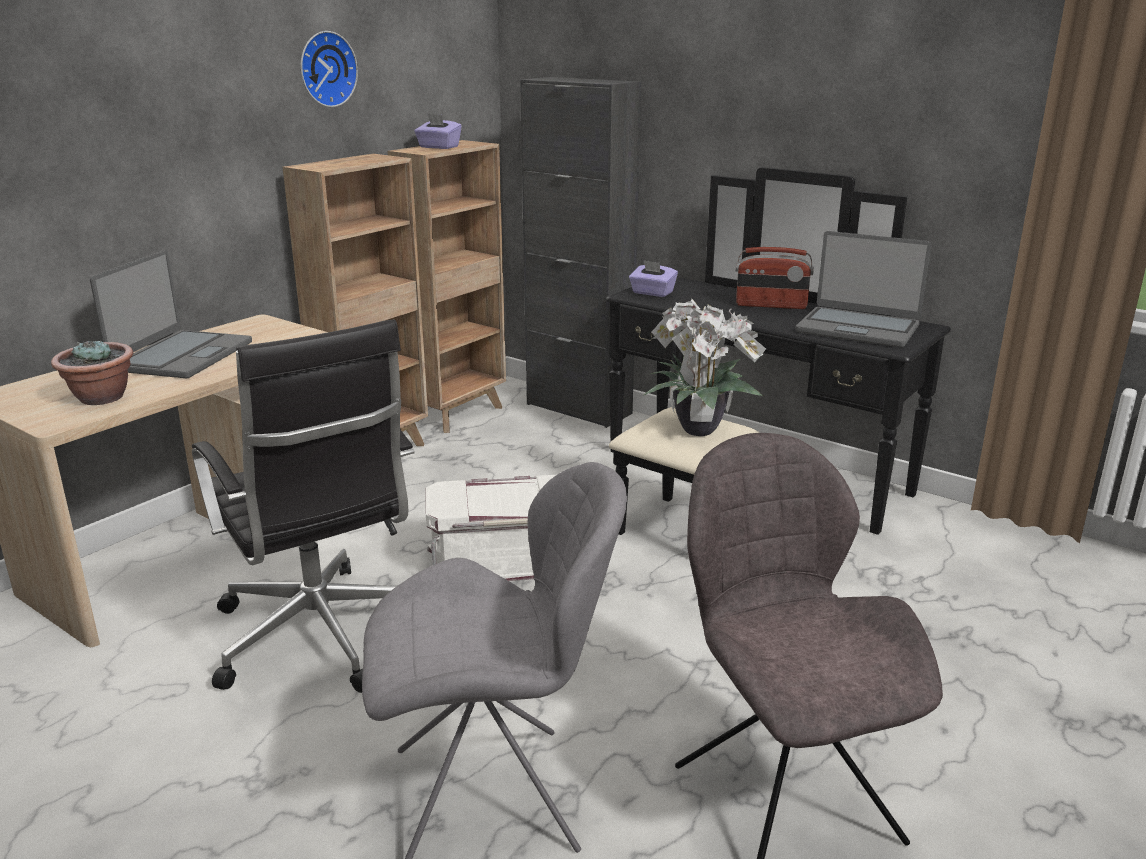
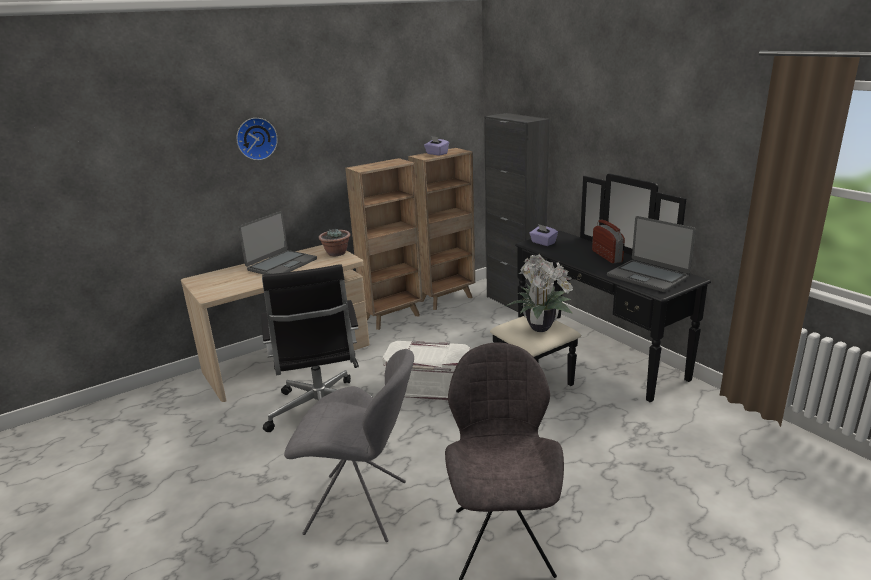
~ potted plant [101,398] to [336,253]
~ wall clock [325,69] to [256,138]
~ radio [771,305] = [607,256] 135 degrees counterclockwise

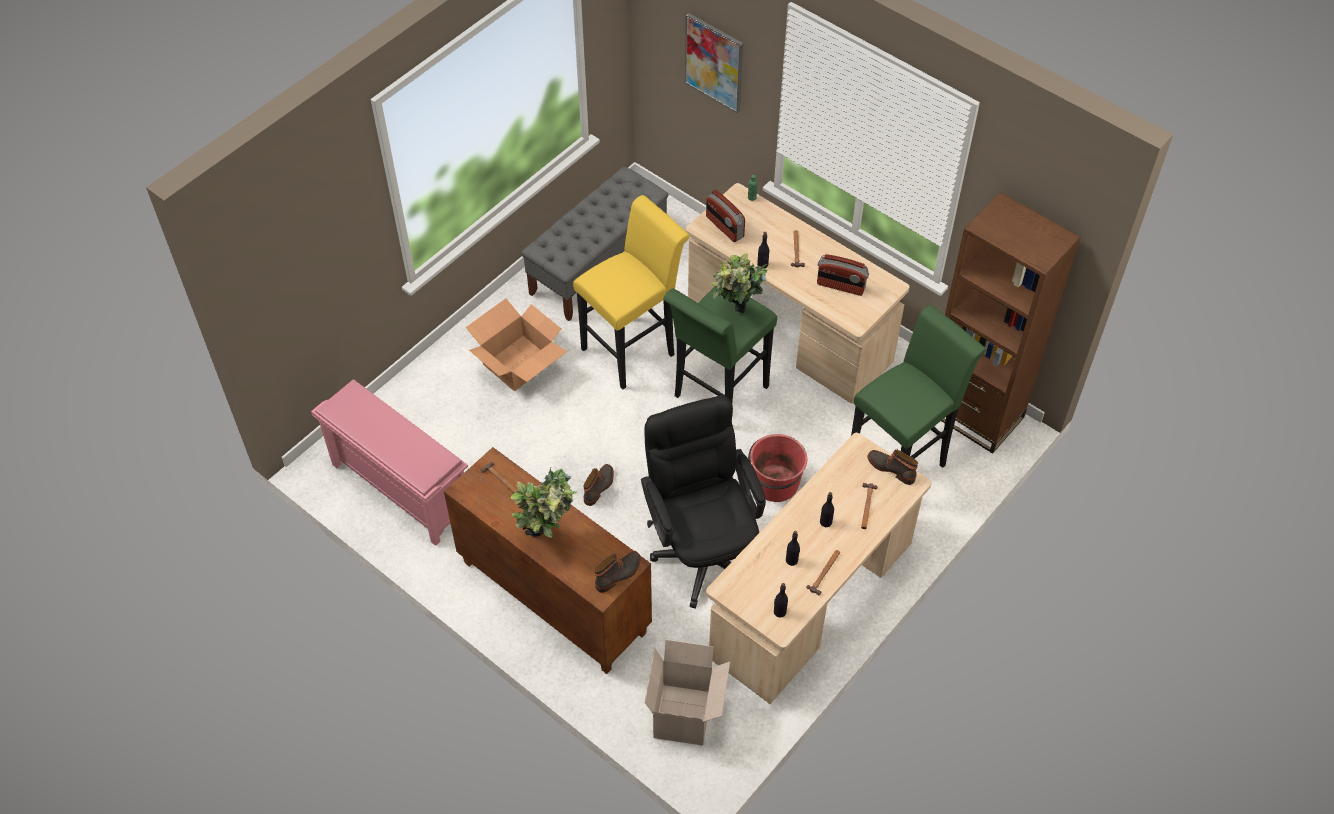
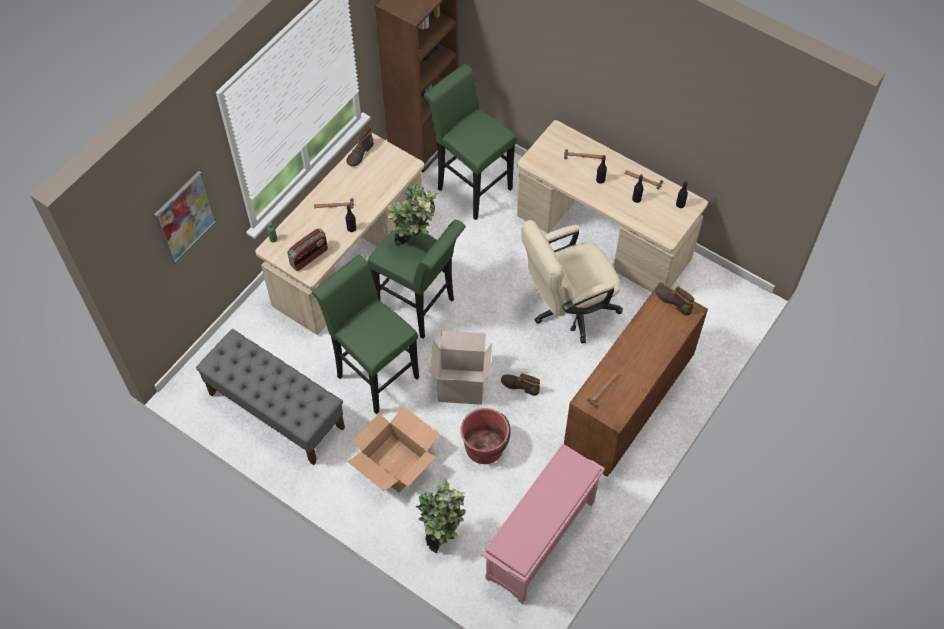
- radio [840,286]
~ potted plant [548,542] to [442,535]
~ cardboard box [684,716] to [462,385]
~ bucket/red [775,484] to [485,447]
~ boot [892,468] to [359,153]
~ stool/yellow [633,348] to stool/green [373,373]
~ office chair/black [702,548] to office chair/beige [567,309]

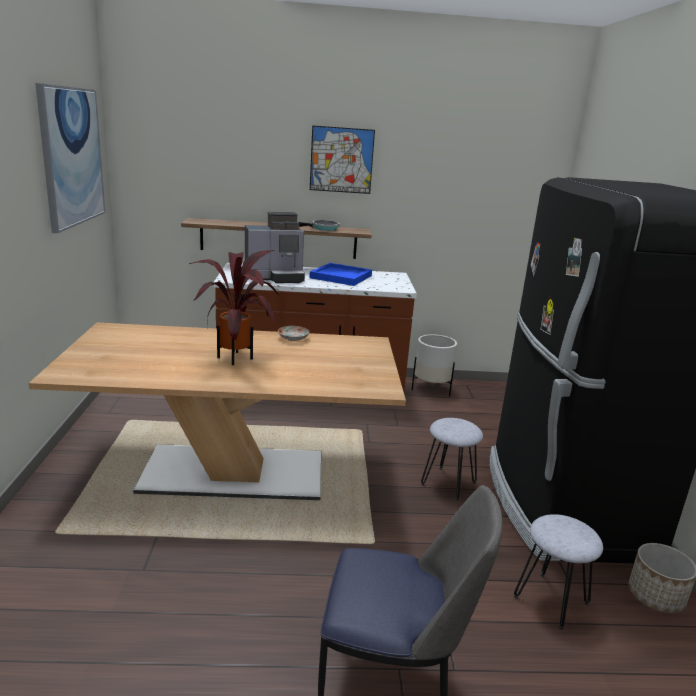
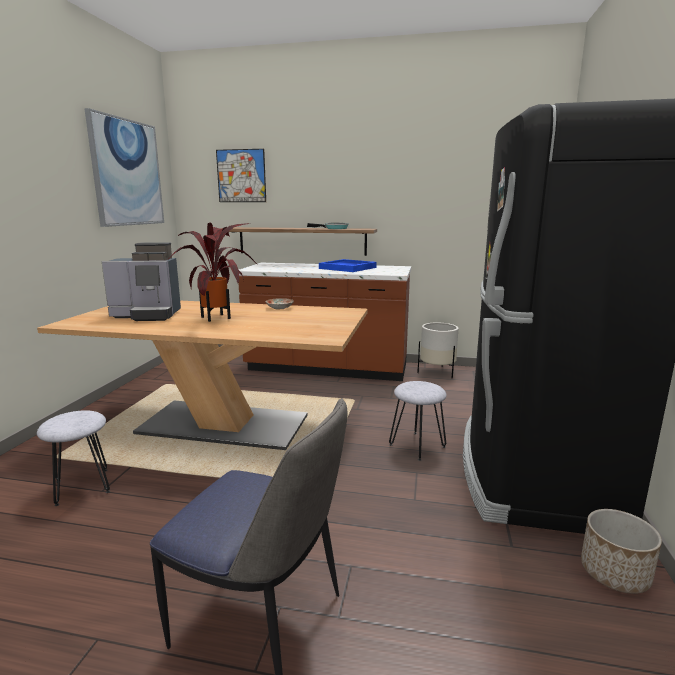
~ coffee machine [276,277] to [148,315]
~ picture [341,160] to [241,176]
~ stool/grey [550,600] to [82,486]

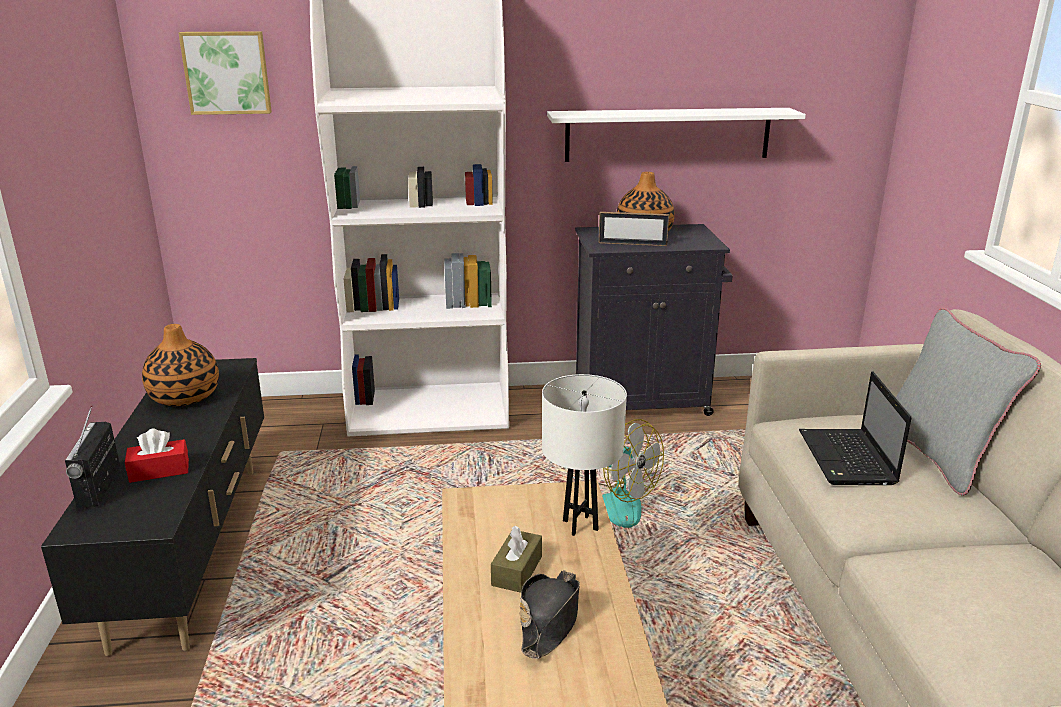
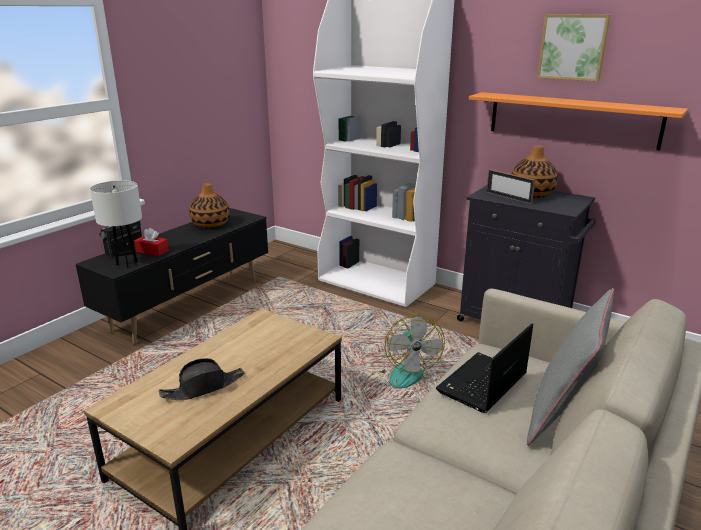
- tissue box/brown [517,571]
~ picture [227,72] to [573,47]
~ table lamp/white [580,525] to [127,263]
~ shelf/white [668,134] to shelf/orange [572,120]

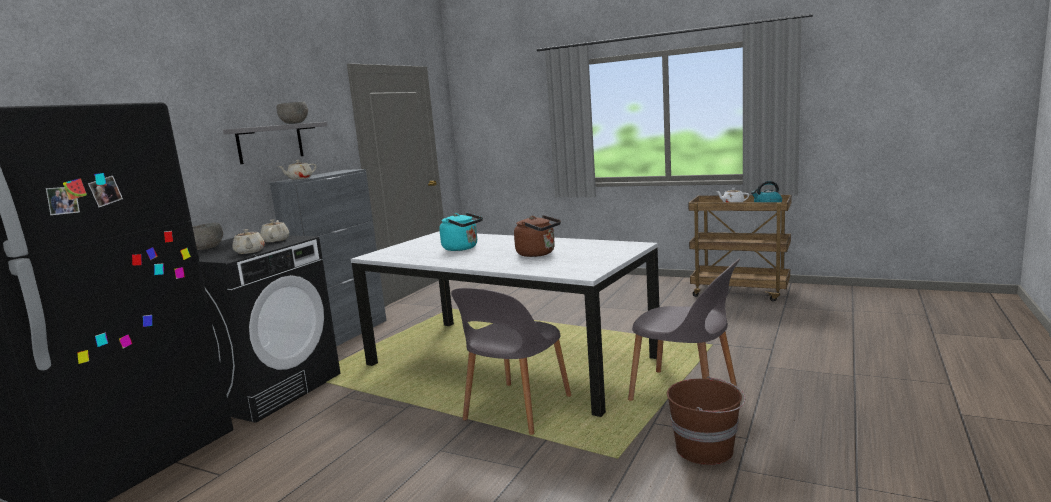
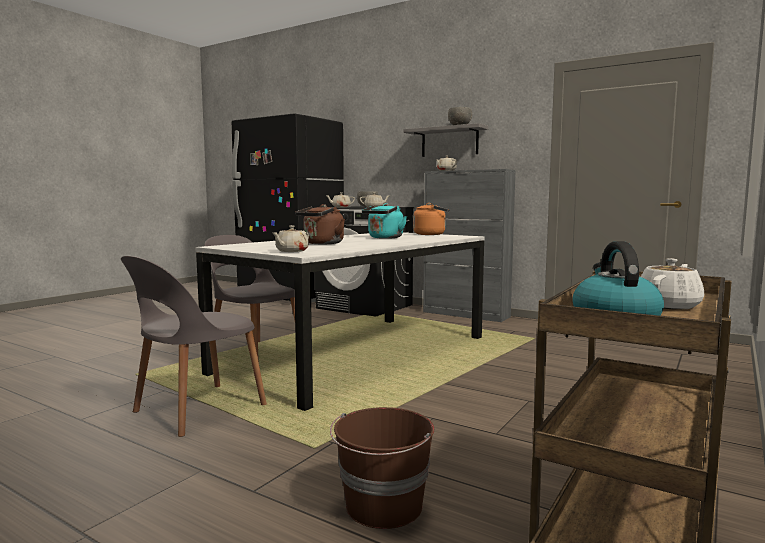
+ teapot/beige [291,251]
+ kettle/orange [431,234]
~ bucket/brown [706,449] to [383,507]

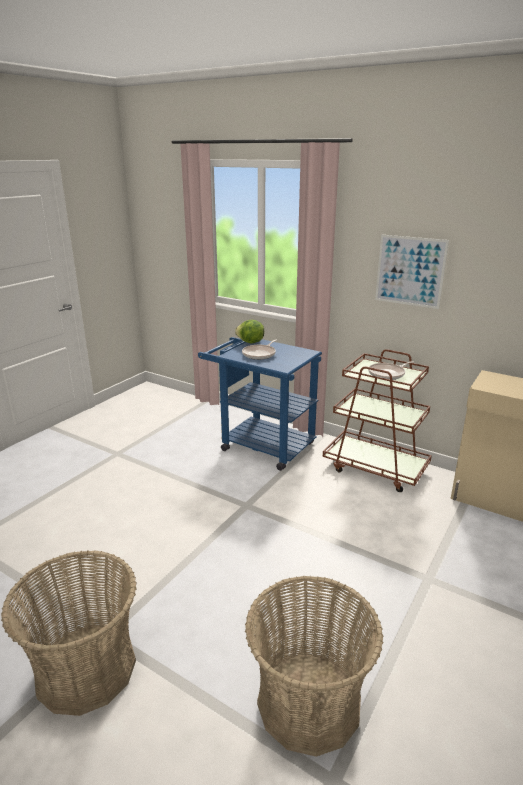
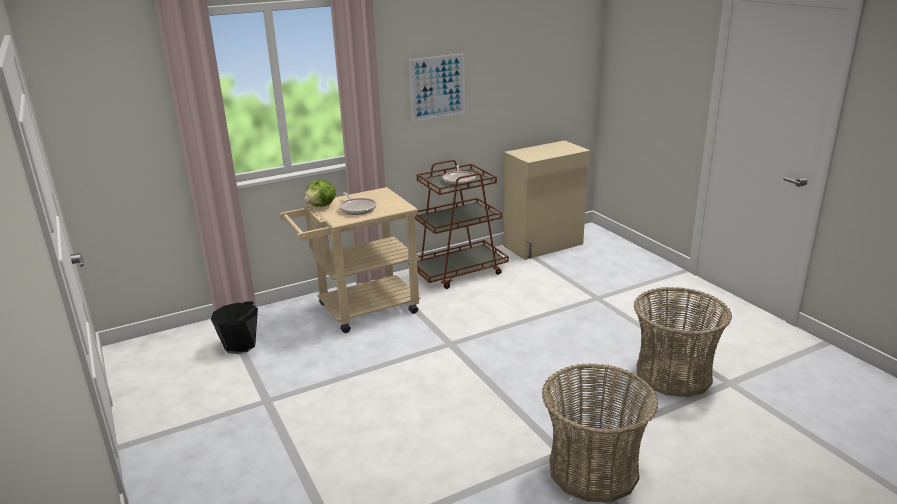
+ bucket/black [240,345]
~ cart/blue [260,444] to cart/beige [359,310]

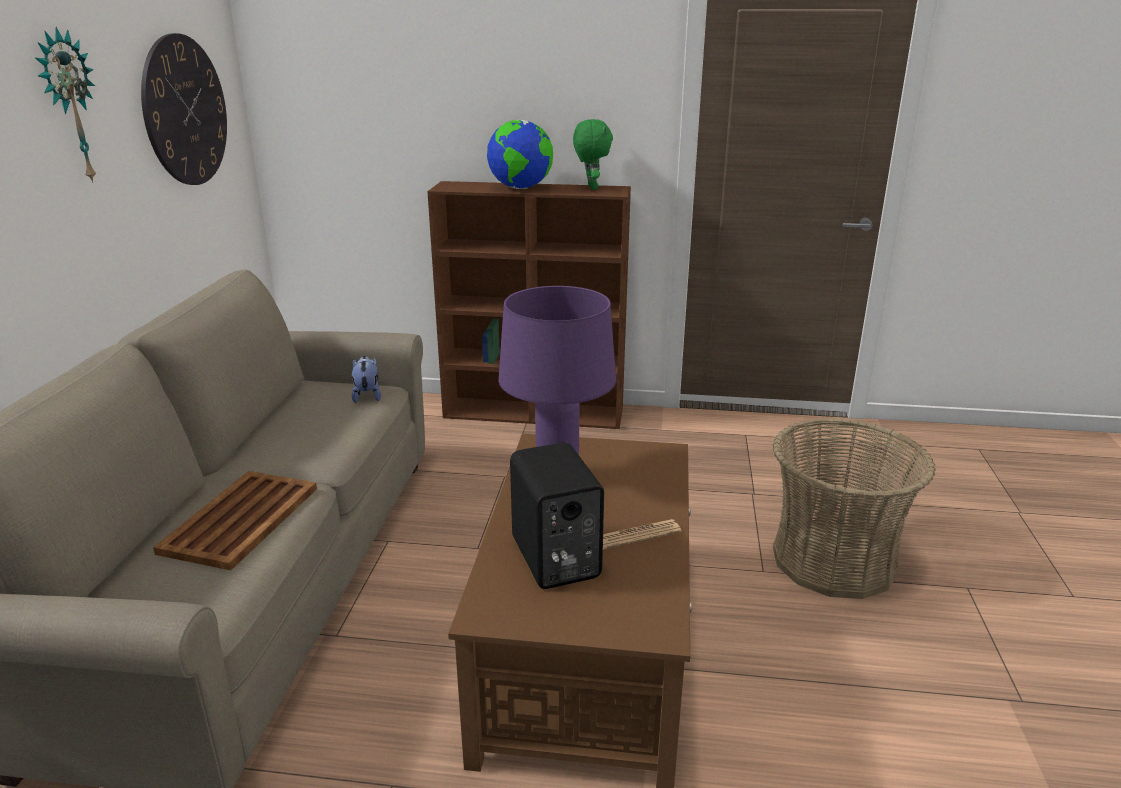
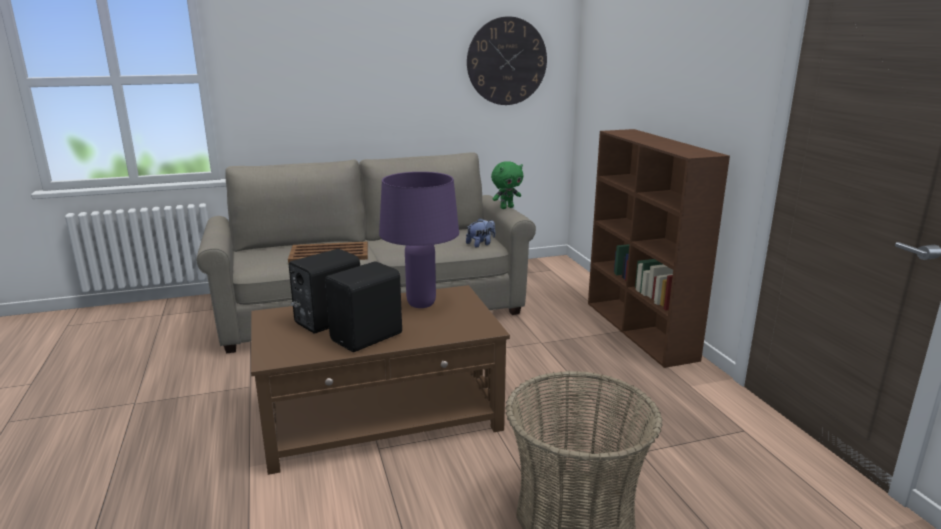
- wall clock [69,107]
- globe [521,188]
~ plush toy/green [591,188] to [506,207]
~ newspaper [637,535] to speaker/black [368,337]

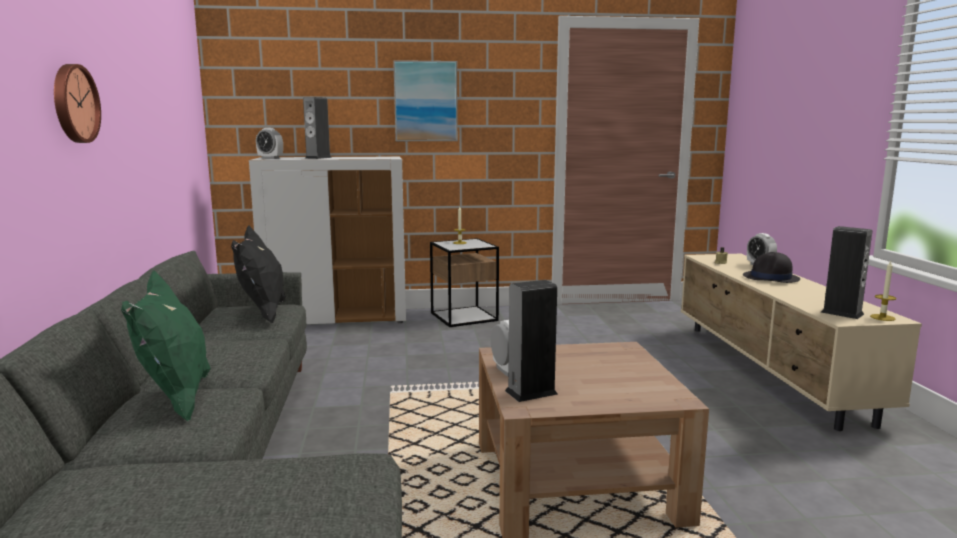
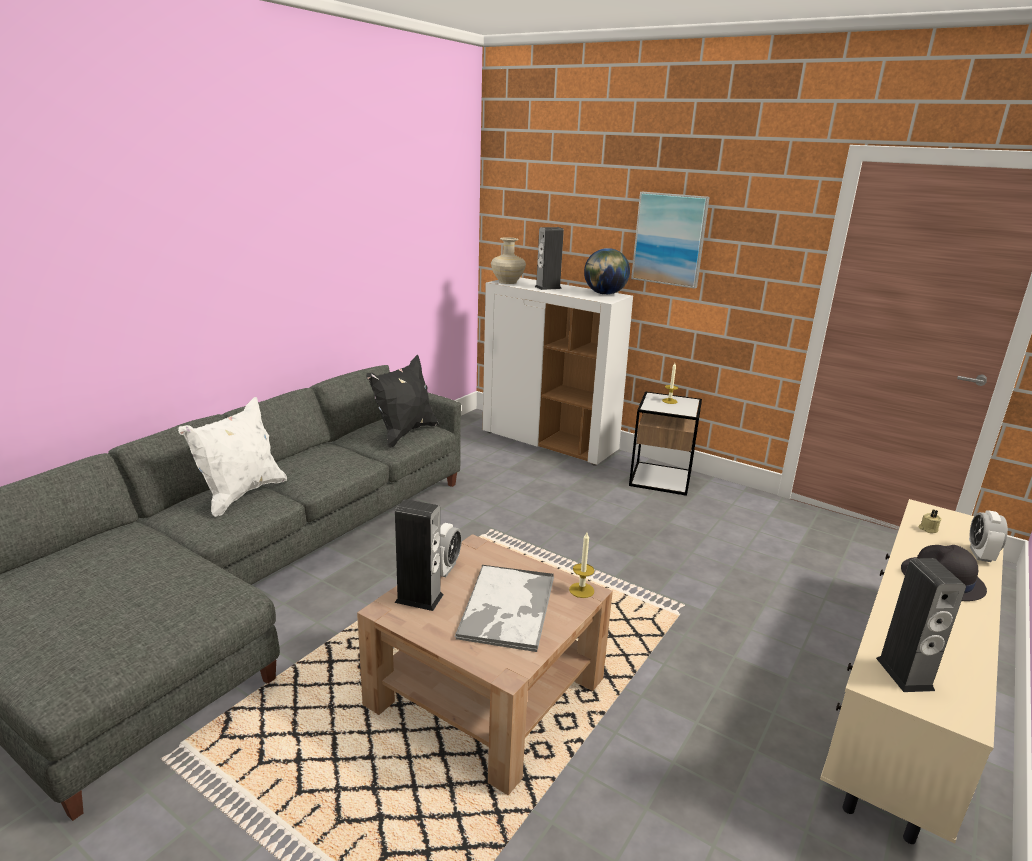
- wall clock [73,103]
+ tray [507,608]
+ globe [604,294]
~ candle [882,317] to [581,590]
~ alarm clock [270,158] to vase/beige [508,282]
~ pillow/green [175,399] to pillow/white [241,494]

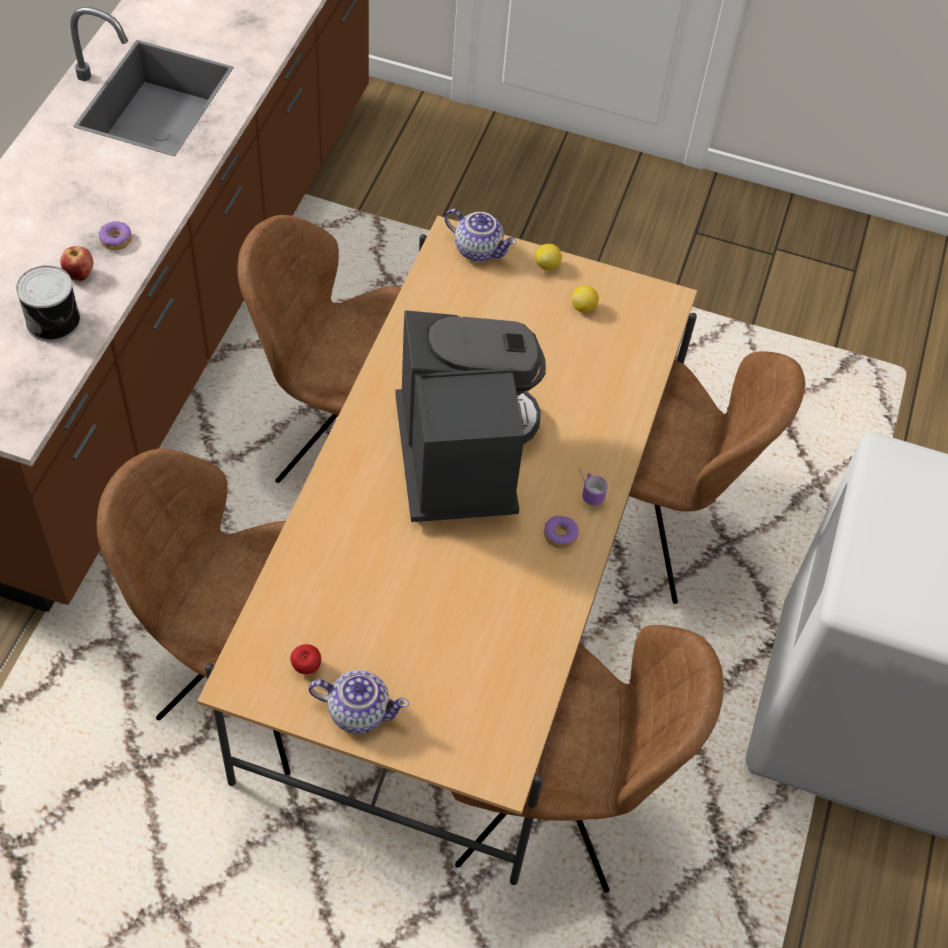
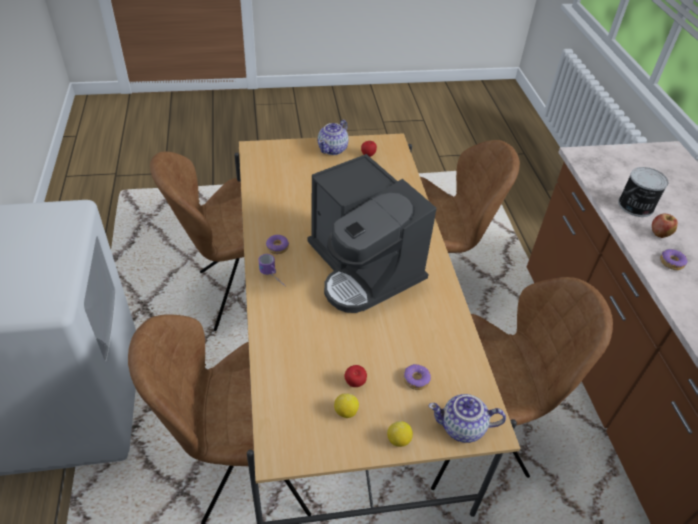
+ apple [355,383]
+ donut [416,379]
~ teapot [358,711] = [333,149] 45 degrees counterclockwise

